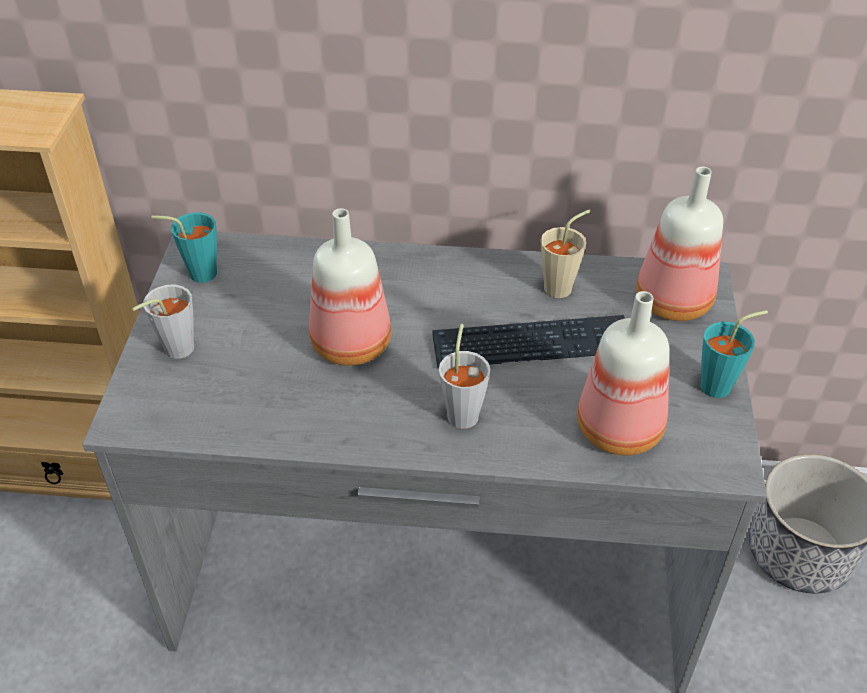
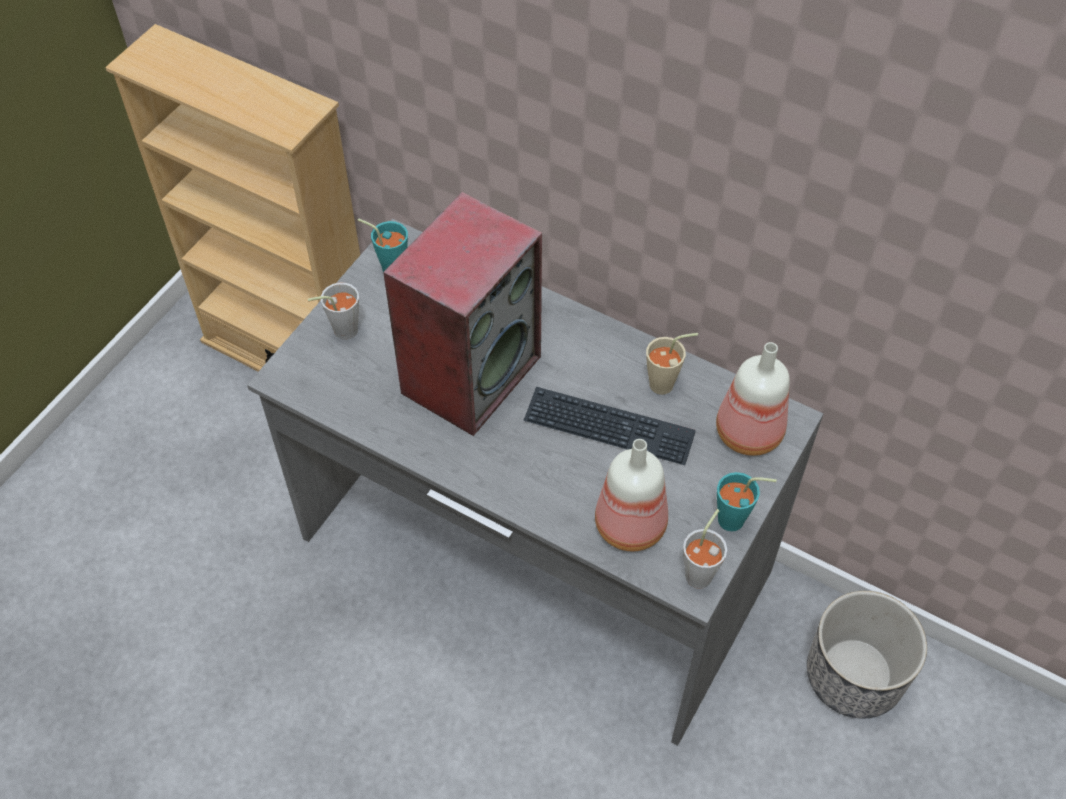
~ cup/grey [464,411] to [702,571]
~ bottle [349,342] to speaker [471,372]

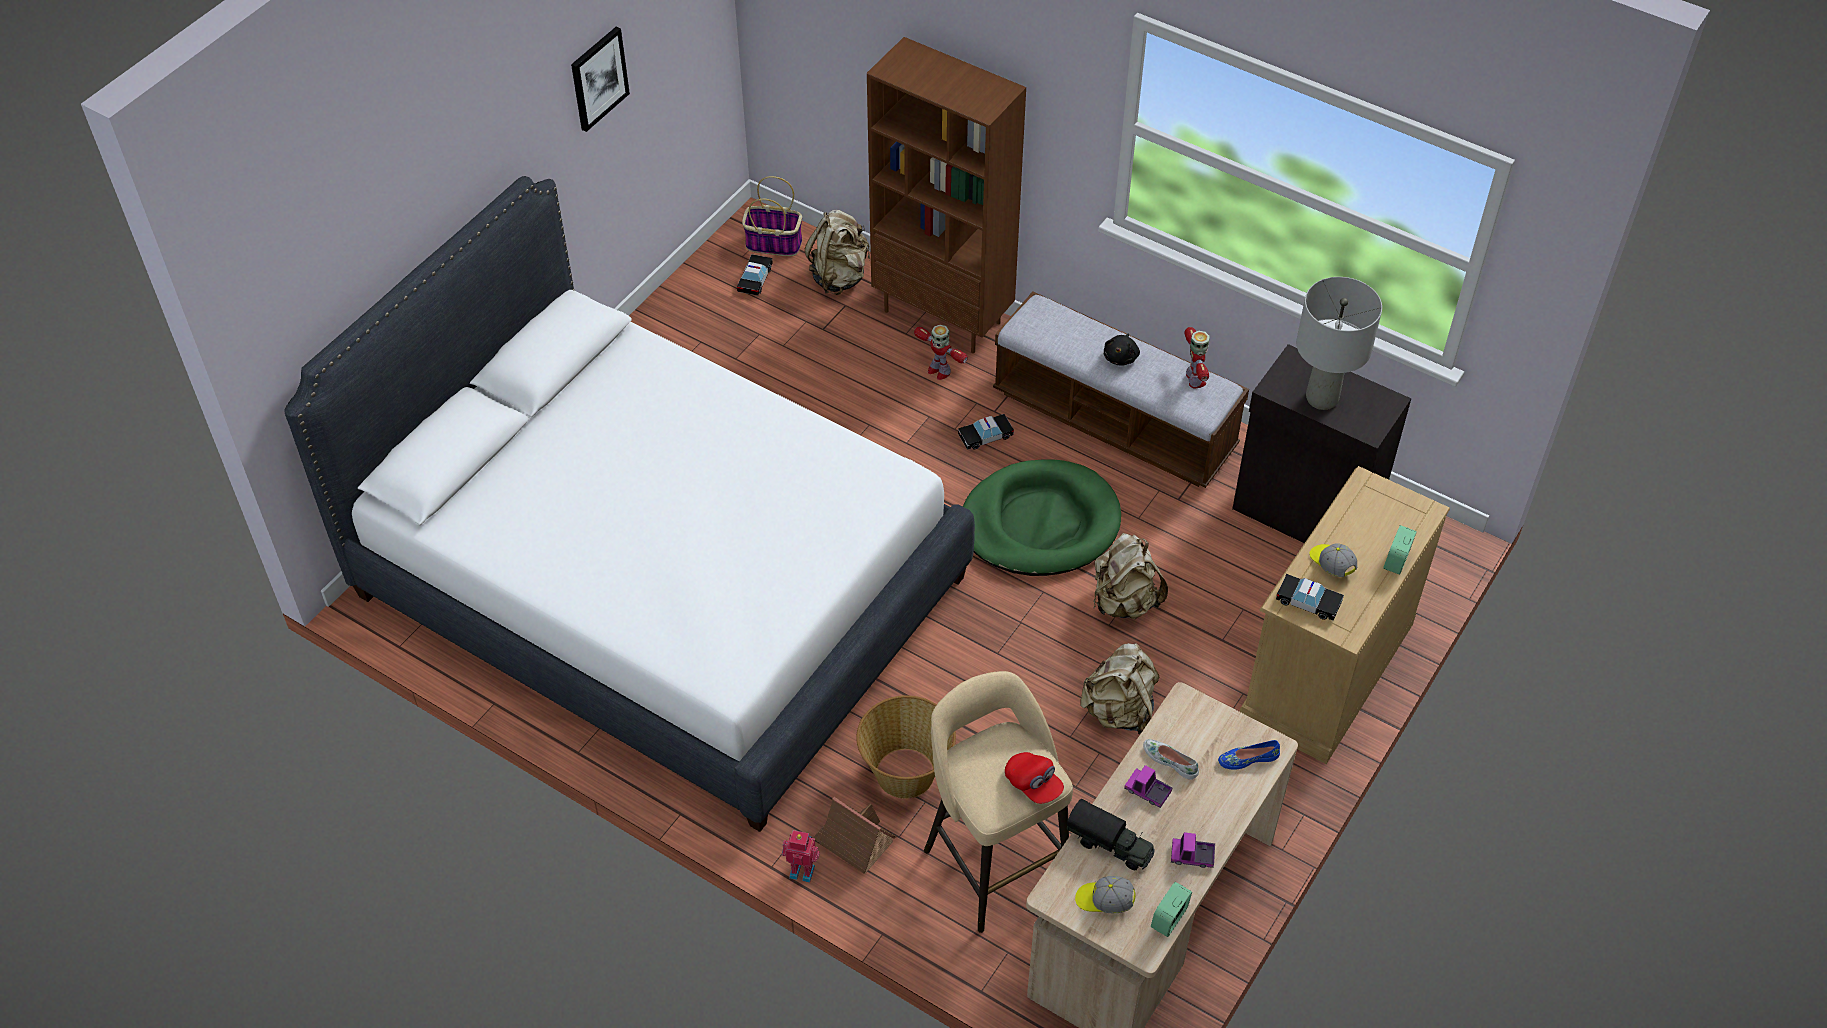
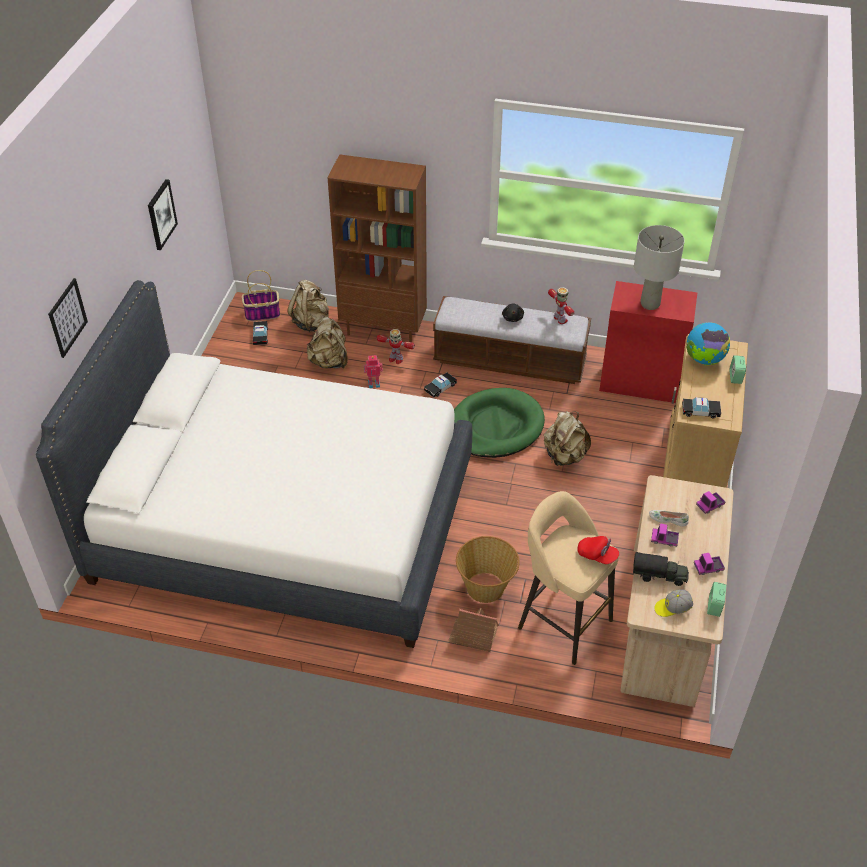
- cap [1331,564]
+ picture [67,317]
+ globe [704,359]
~ toy robot [802,870] to [374,383]
~ backpack/beige [1119,711] to [329,362]
~ shoe/blue [1248,758] to toy truck [710,505]
~ cabinet/black [1305,515] to cabinet/red [640,384]

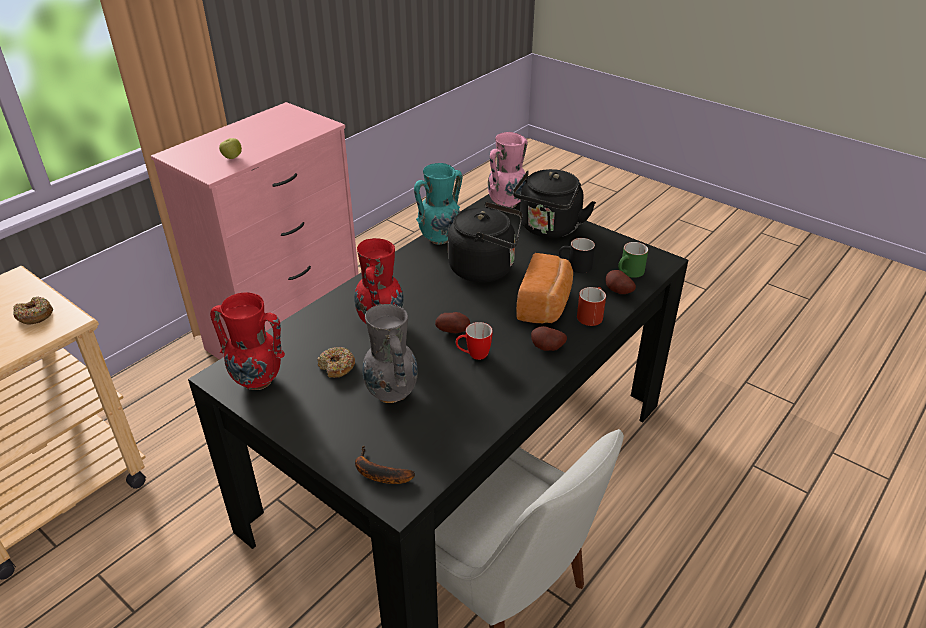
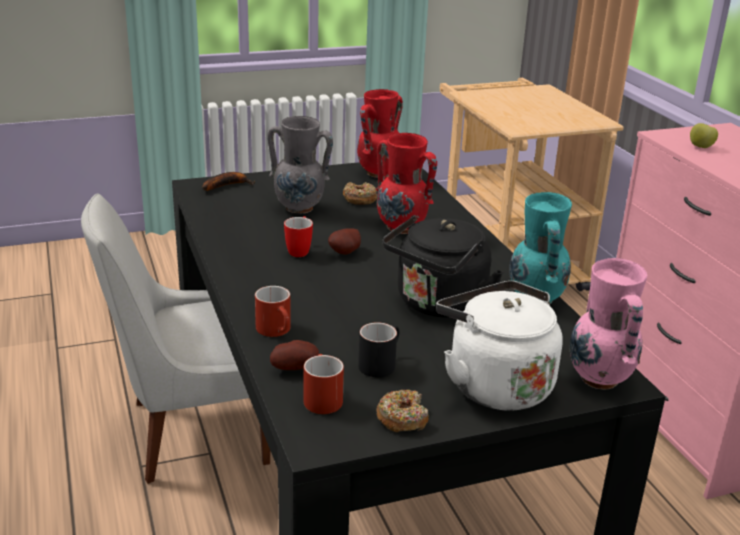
- bread [545,304]
- potato [547,349]
~ donut [35,315] to [402,418]
~ kettle/black [548,229] to kettle/white [494,384]
~ mug/green [629,273] to mug/red [320,397]

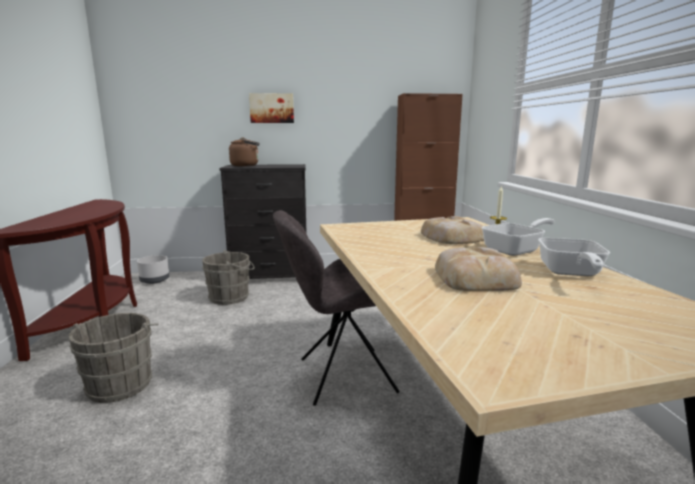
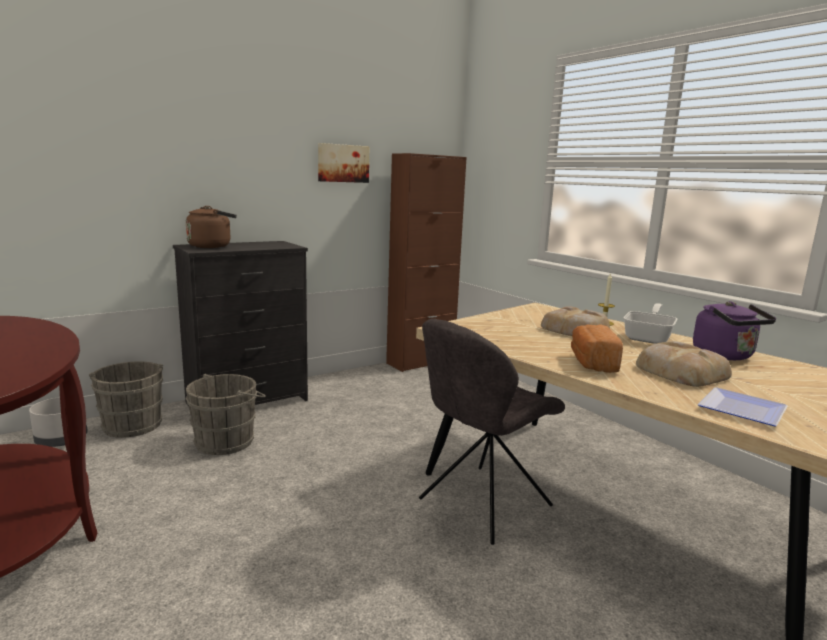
+ bread [592,363]
+ plate [744,411]
~ bucket/grey [122,382] to [132,424]
~ picture [272,108] to [343,163]
~ frying pan [570,273] to kettle/purple [725,356]

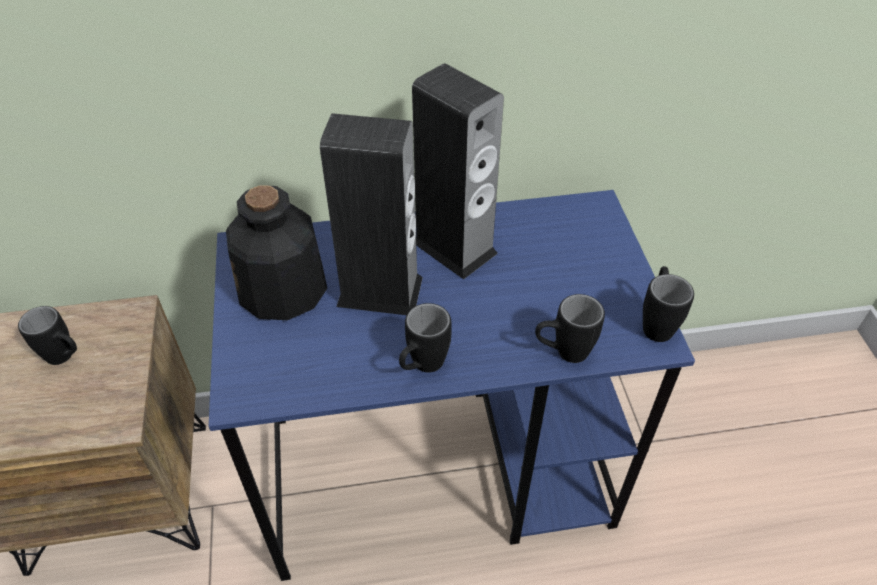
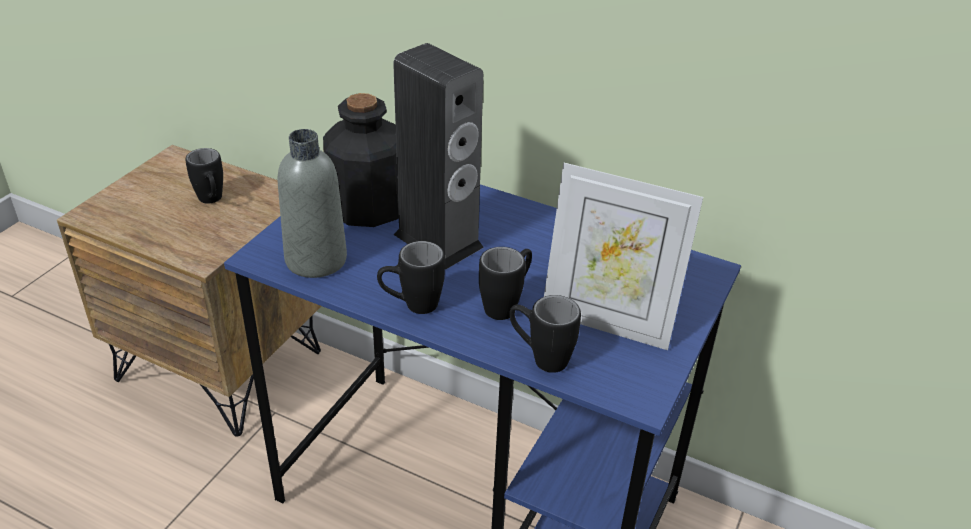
- speaker [454,247]
+ bottle/grey [316,260]
+ picture frame [607,322]
~ mug/black [656,322] to [507,304]

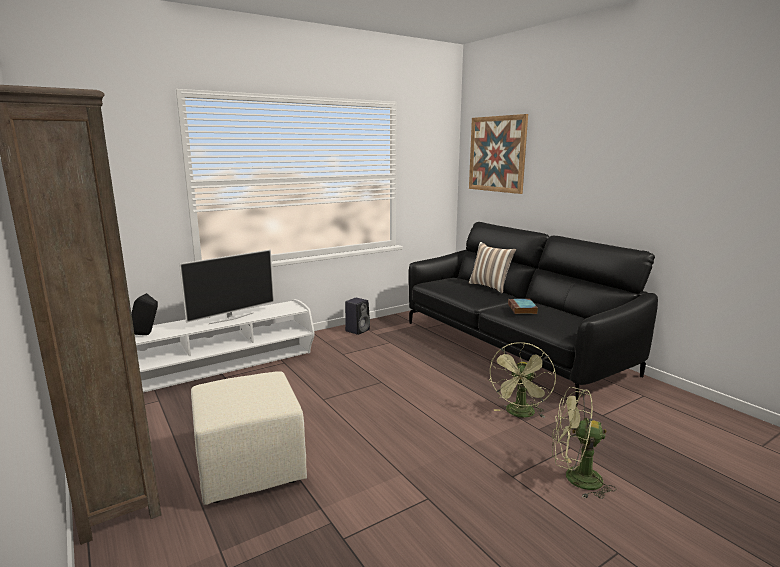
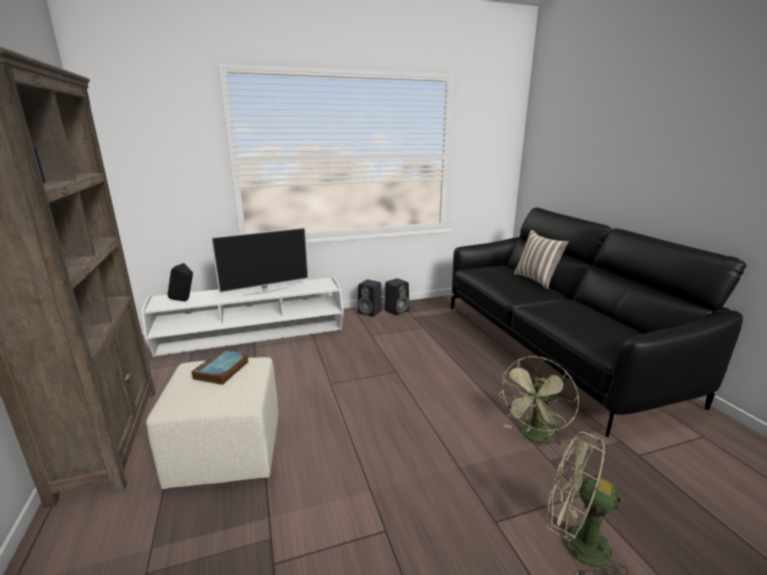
- picture [497,154]
+ speaker/black [370,312]
~ book [522,309] to [221,371]

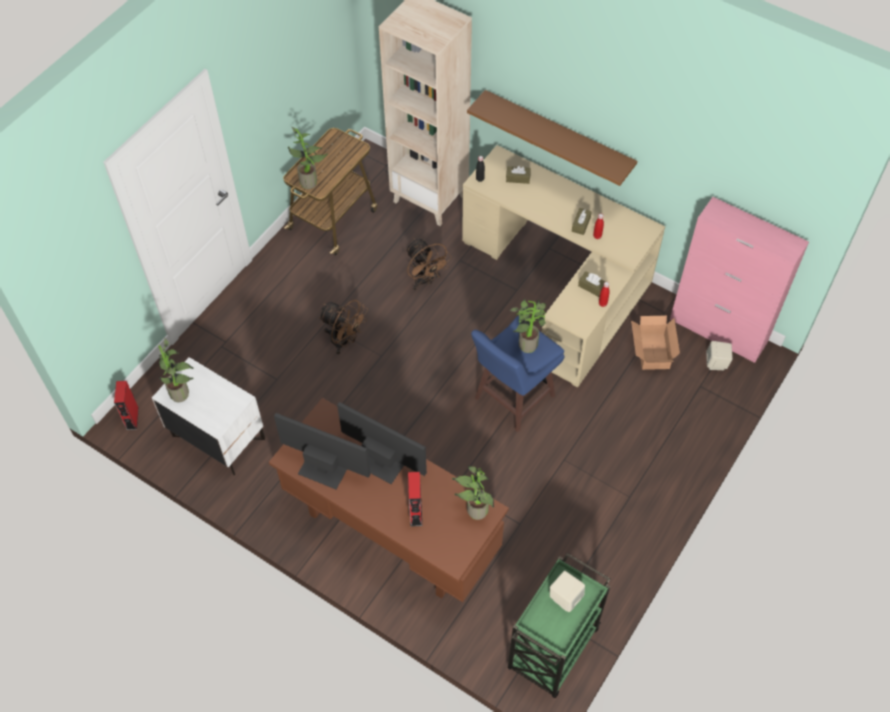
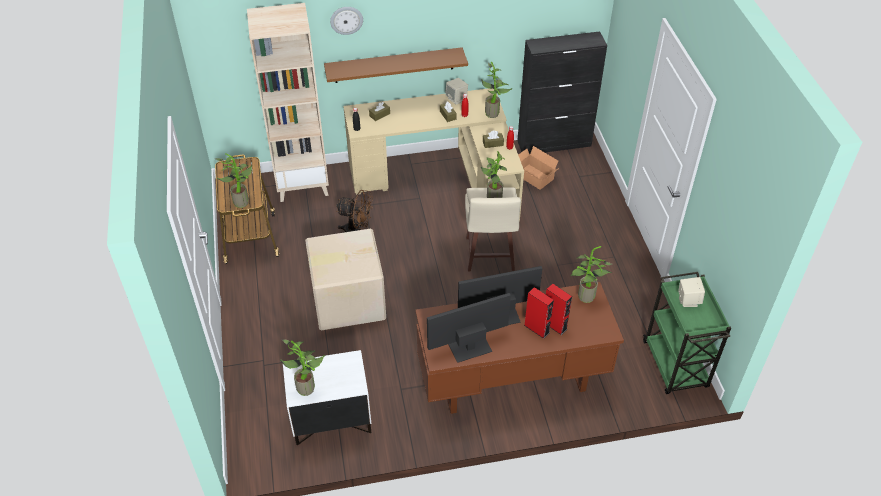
+ wall clock [346,20]
+ potted plant [494,113]
~ speaker/red [132,418] to [536,329]
~ speaker/beige [716,363] to [456,99]
~ fan/brown [345,341] to cardboard box [347,300]
~ stool/blue [512,398] to stool/beige [489,255]
~ cabinet/pink [718,331] to cabinet/black [554,143]

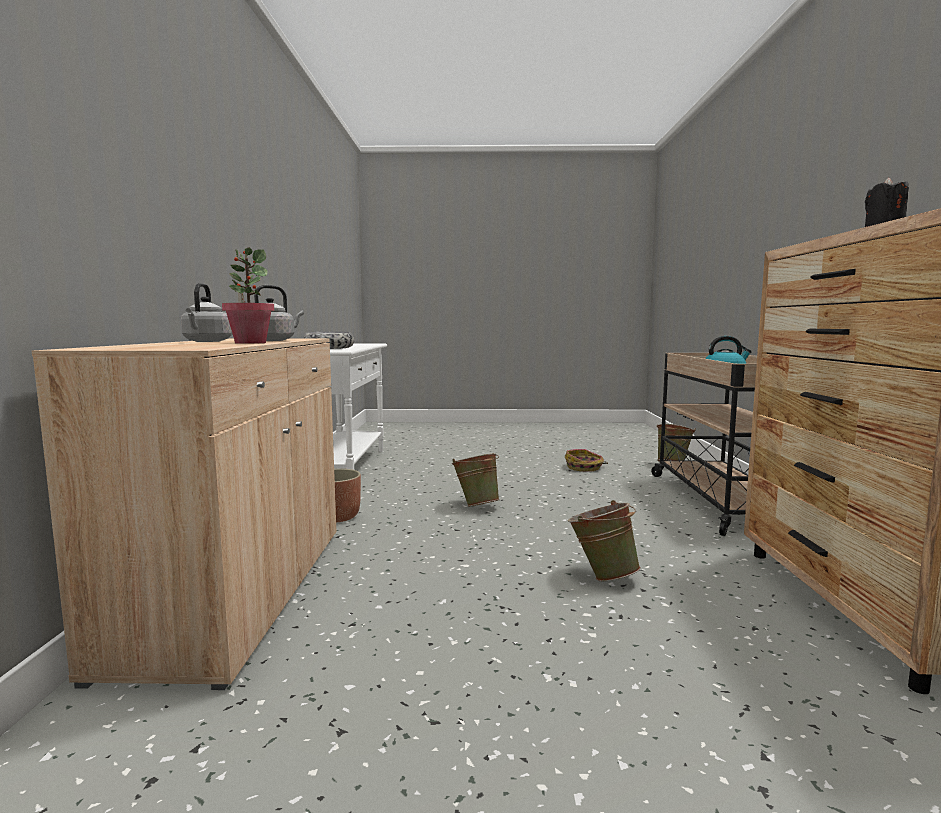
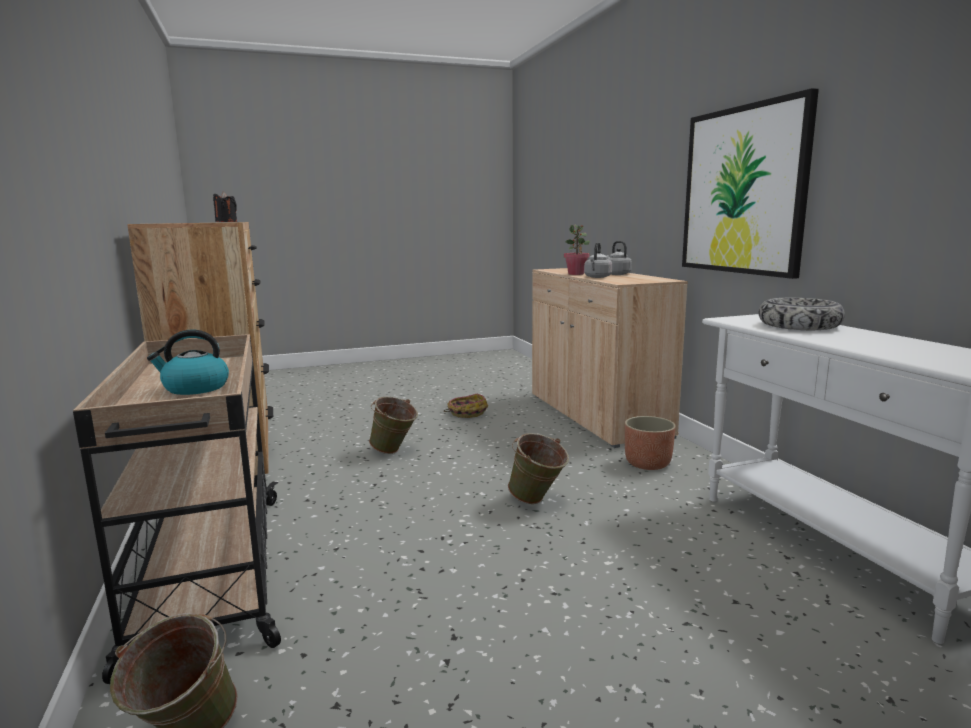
+ picture [743,190]
~ basket [584,467] to [466,413]

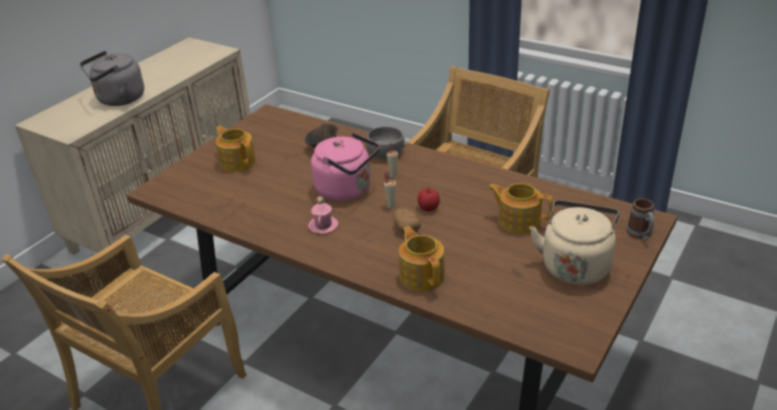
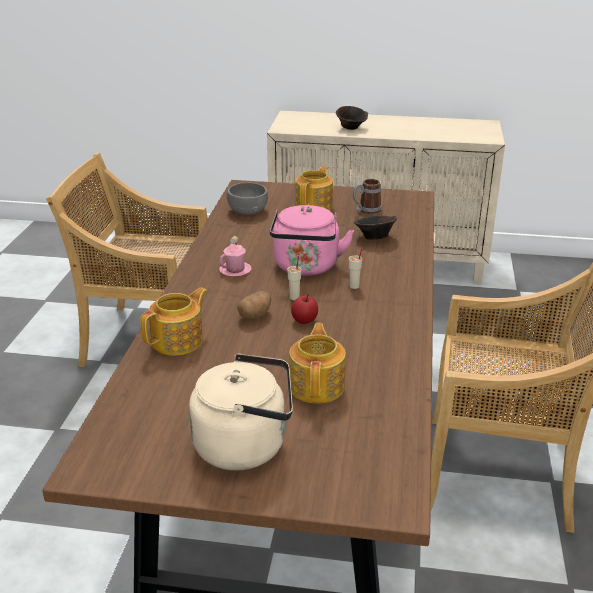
~ bowl/grey [385,153] to [247,210]
~ mug [641,234] to [366,211]
~ kettle/grey [118,100] to bowl/brown [351,128]

